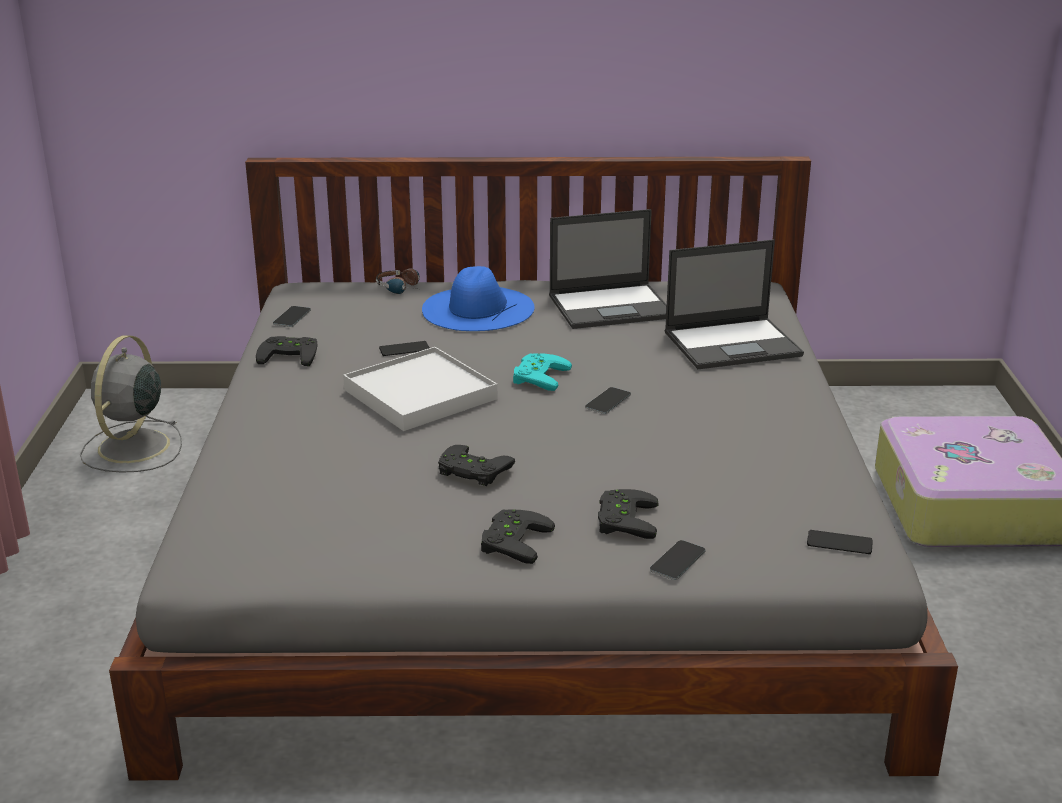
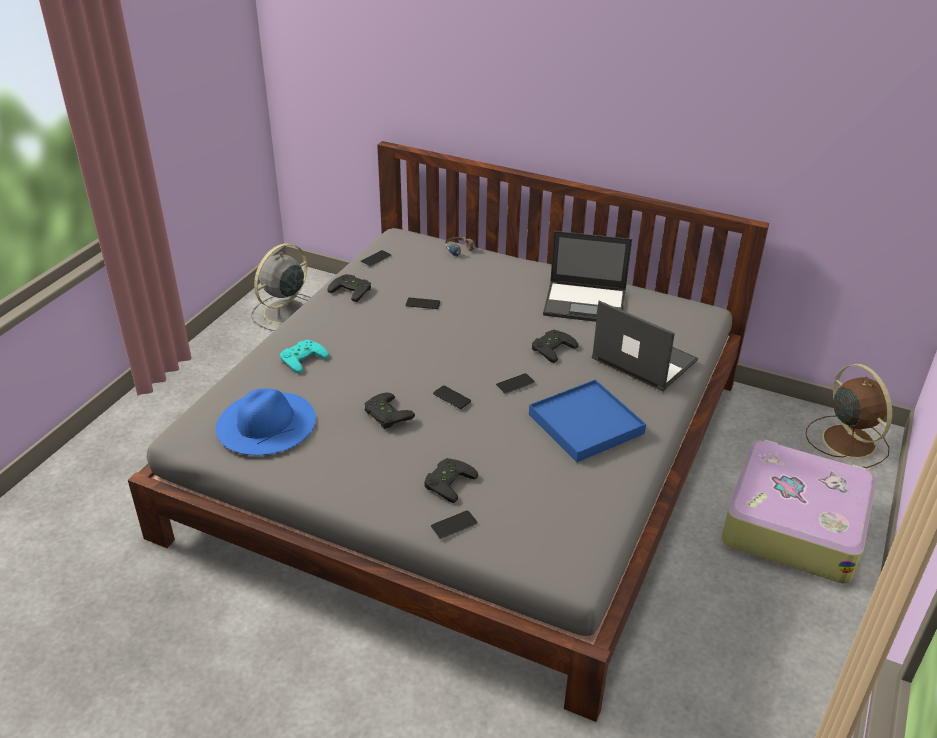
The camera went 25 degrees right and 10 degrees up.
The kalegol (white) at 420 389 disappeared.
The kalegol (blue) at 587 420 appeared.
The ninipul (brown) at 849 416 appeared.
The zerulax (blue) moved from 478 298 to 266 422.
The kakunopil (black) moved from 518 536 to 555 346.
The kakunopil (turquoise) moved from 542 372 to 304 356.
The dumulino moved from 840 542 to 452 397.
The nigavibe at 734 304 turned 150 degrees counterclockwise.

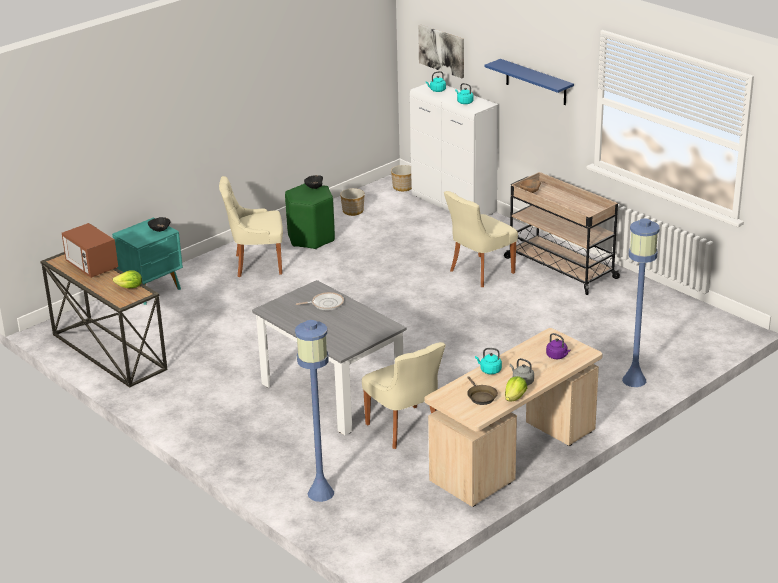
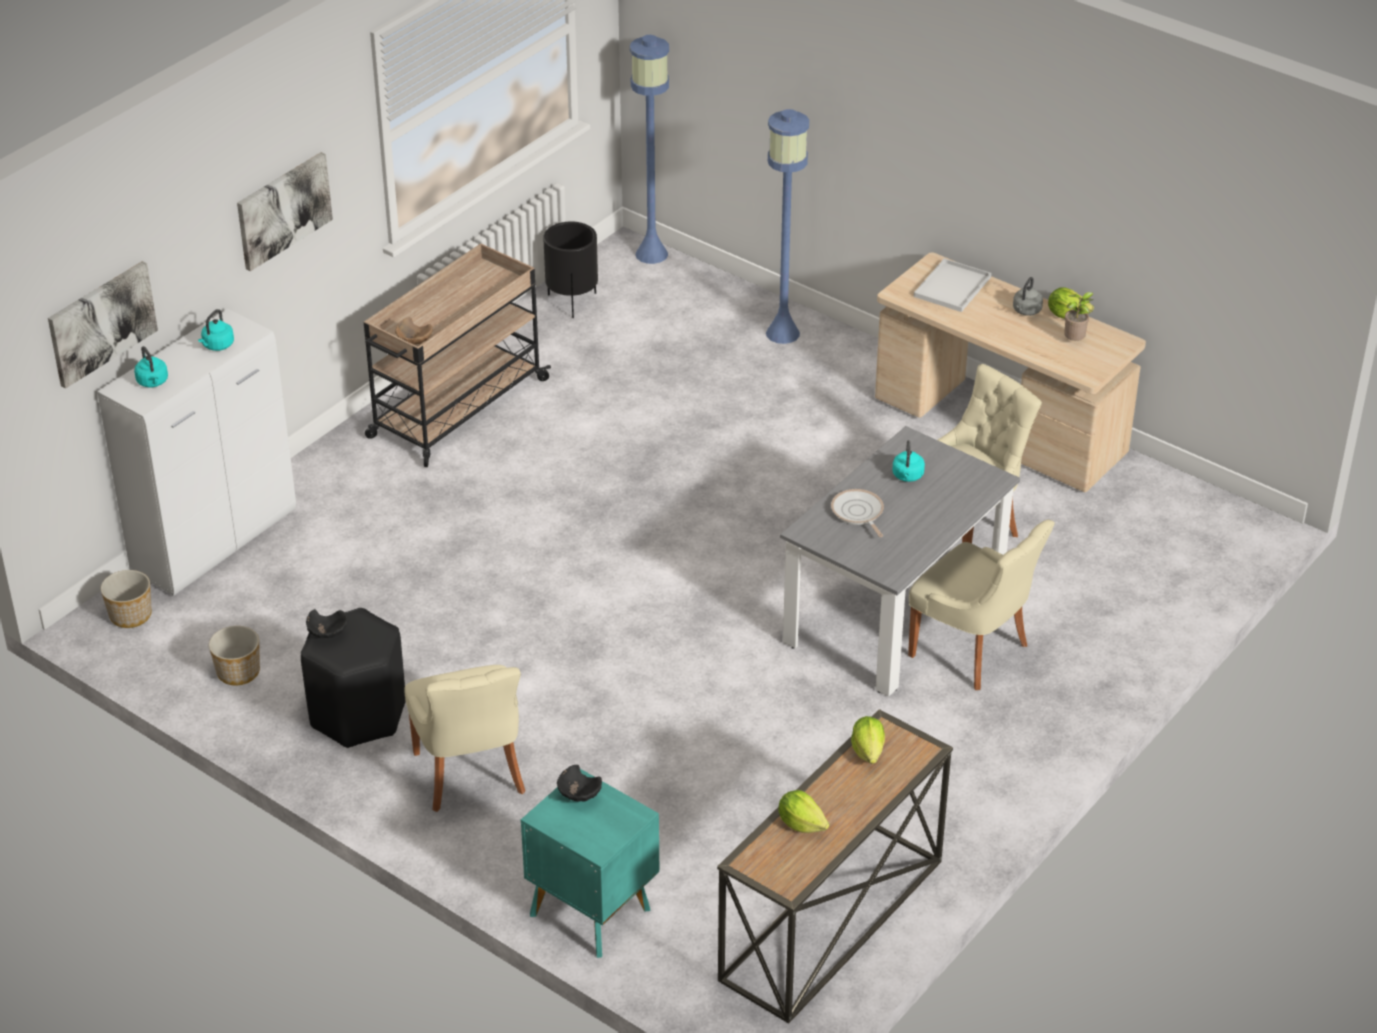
The camera went 100 degrees left and 10 degrees up.
The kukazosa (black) at 570 270 appeared.
The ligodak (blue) moved from 314 411 to 649 149.
The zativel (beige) moved from 481 239 to 981 605.
The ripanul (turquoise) moved from 488 361 to 908 461.
The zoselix at 90 250 was replaced by the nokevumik at 804 811.
The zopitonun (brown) at 482 390 was replaced by the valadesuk at 1079 316.
The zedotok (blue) at 529 82 was replaced by the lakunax at 285 211.
The ripanul (purple) at 558 346 was replaced by the kalegol (white) at 952 285.
The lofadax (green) at 310 216 became the lofadax (black) at 353 678.

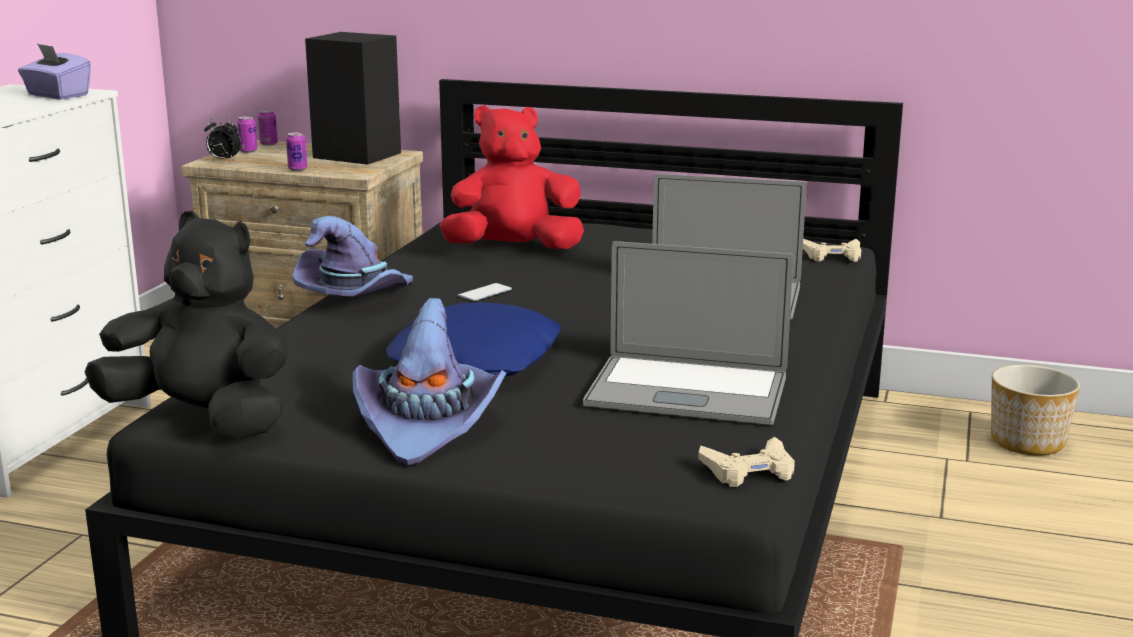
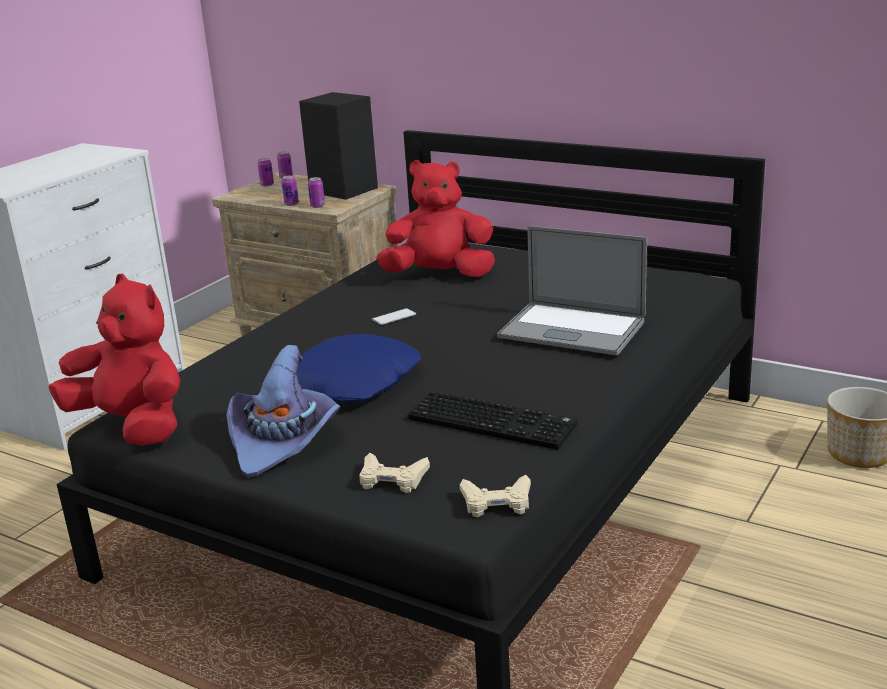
The camera went 15 degrees right and 5 degrees up.
The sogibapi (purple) at 54 71 disappeared.
The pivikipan at 222 138 disappeared.
The zerulax (purple) at 353 256 disappeared.
The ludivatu at 316 192 appeared.
The kakunopil (beige) moved from 832 250 to 394 473.
The nigavibe at 688 333 was replaced by the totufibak at 492 420.
The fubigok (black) at 186 324 became the fubigok (red) at 114 360.

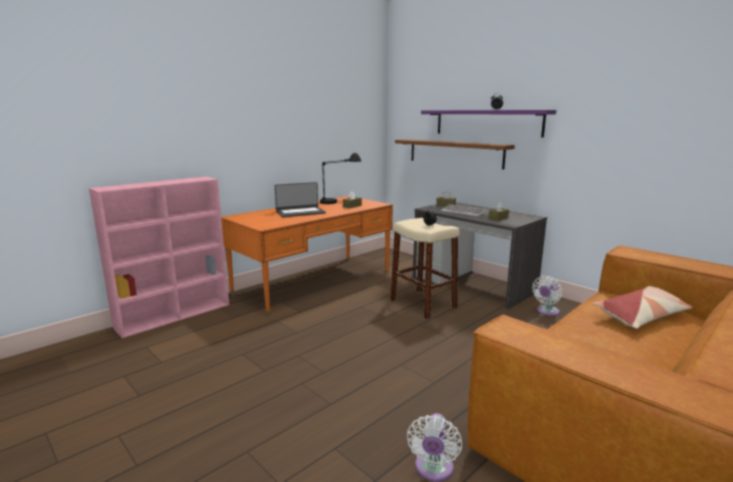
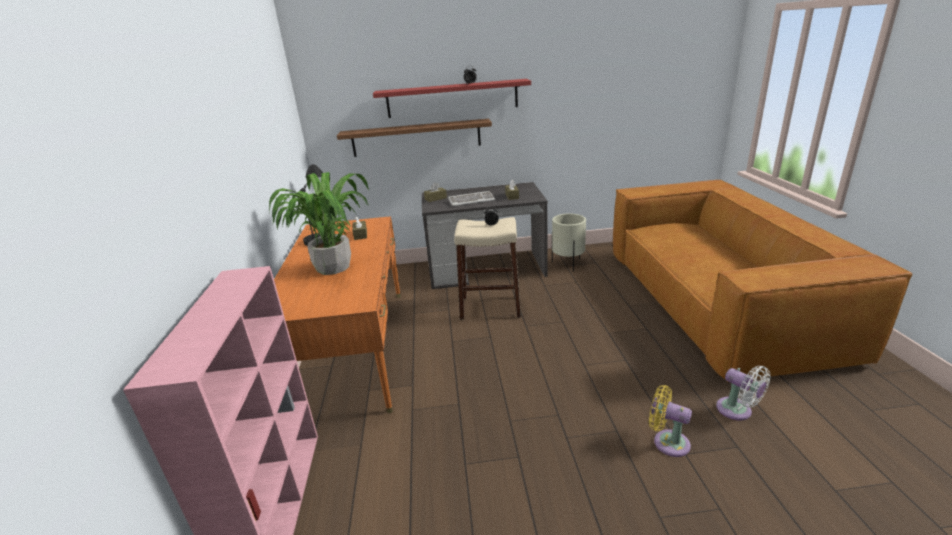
The camera went 50 degrees left and 10 degrees up.
The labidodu at 643 307 disappeared.
The ninipul (yellow) at 670 421 appeared.
The nigavibe at 300 199 was replaced by the valadesuk at 319 223.
The ninipul (white) at 547 296 was replaced by the kukazosa (beige) at 569 242.
The zedotok (purple) at 488 124 became the zedotok (red) at 452 98.

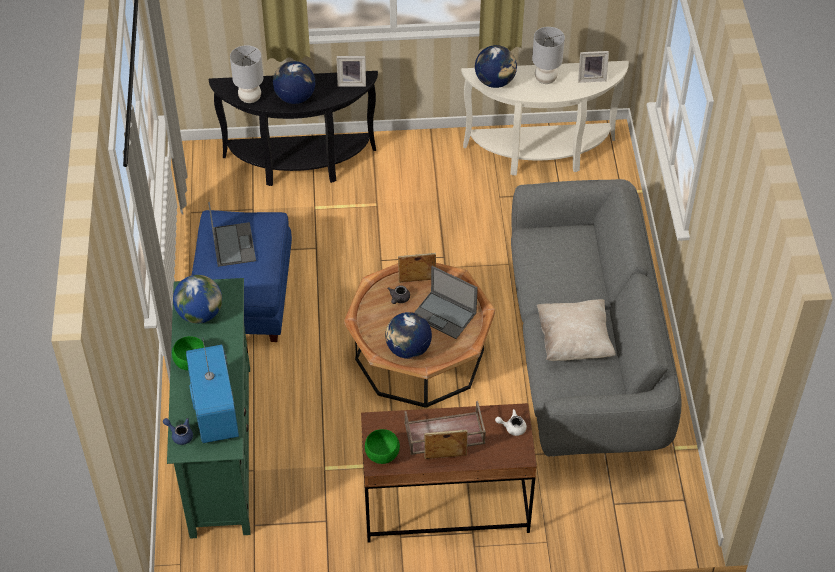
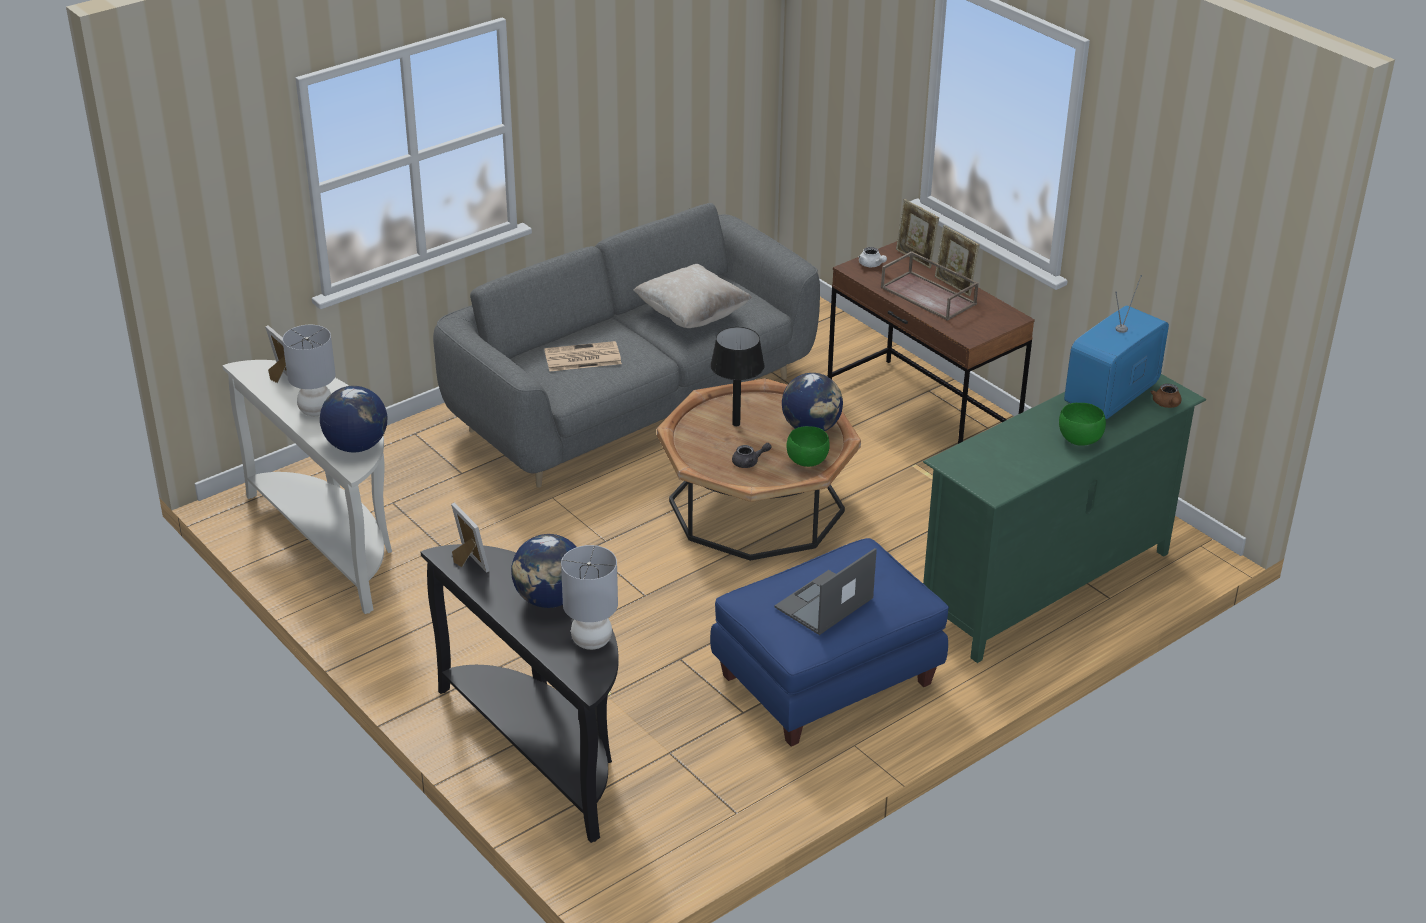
The camera went 125 degrees left and 15 degrees down.
The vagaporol at 197 299 disappeared.
The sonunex at 583 356 appeared.
The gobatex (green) moved from 382 446 to 808 446.
The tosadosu moved from 417 268 to 917 233.
The nigavibe at 446 302 was replaced by the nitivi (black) at 737 377.
The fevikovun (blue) at 178 431 became the fevikovun (brown) at 1166 396.

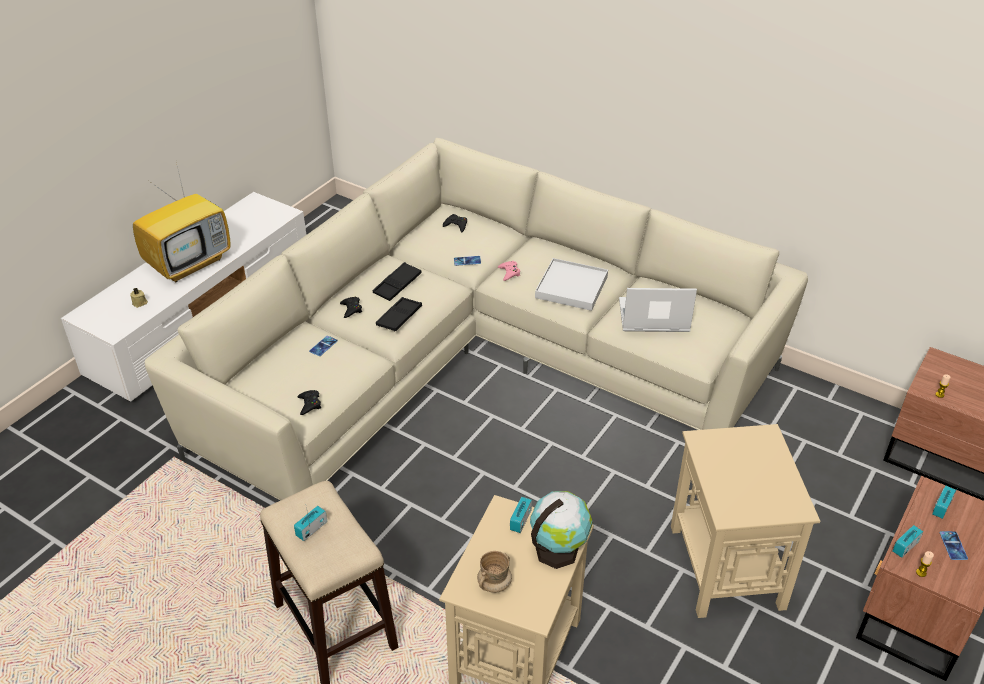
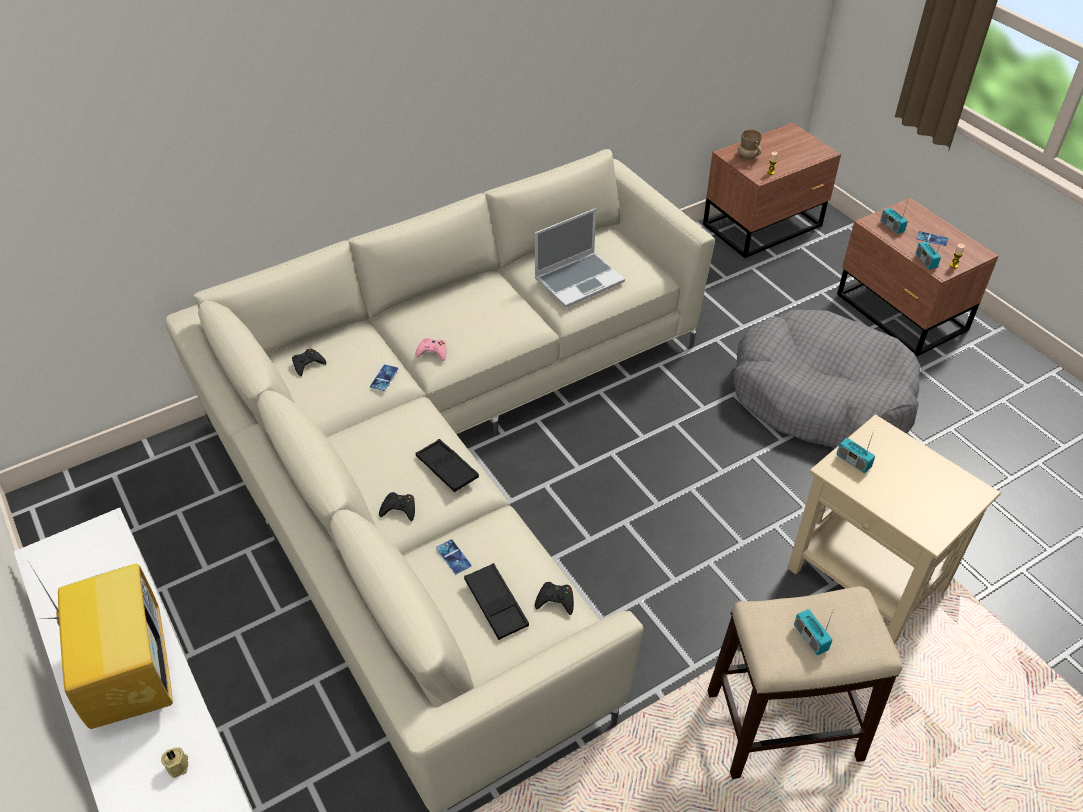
The camera went 65 degrees left and 5 degrees up.
The vagaporol at 561 530 disappeared.
The kalegol (white) at 571 284 disappeared.
The kalegol (black) moved from 397 281 to 496 601.
The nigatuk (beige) moved from 494 572 to 749 144.
The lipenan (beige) at 745 521 was replaced by the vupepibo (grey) at 827 379.
The nigavibe at 658 310 turned 150 degrees counterclockwise.

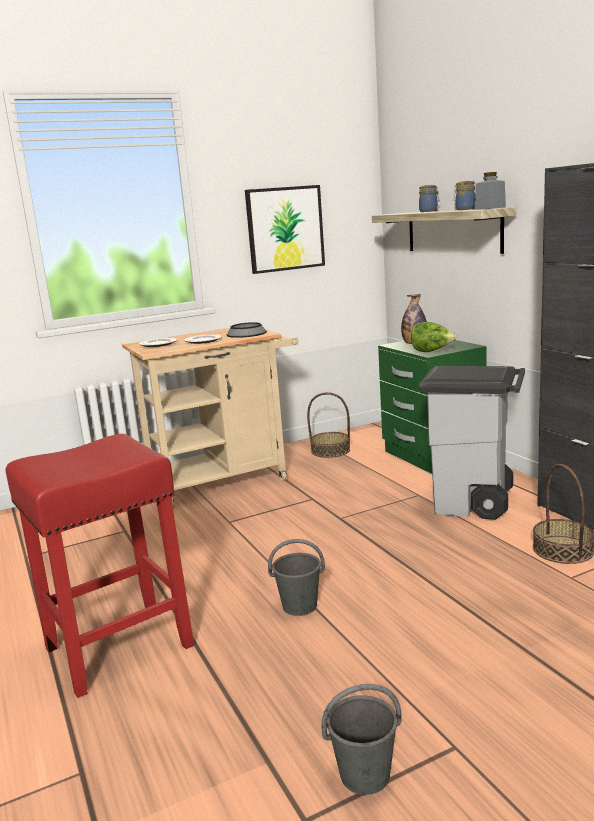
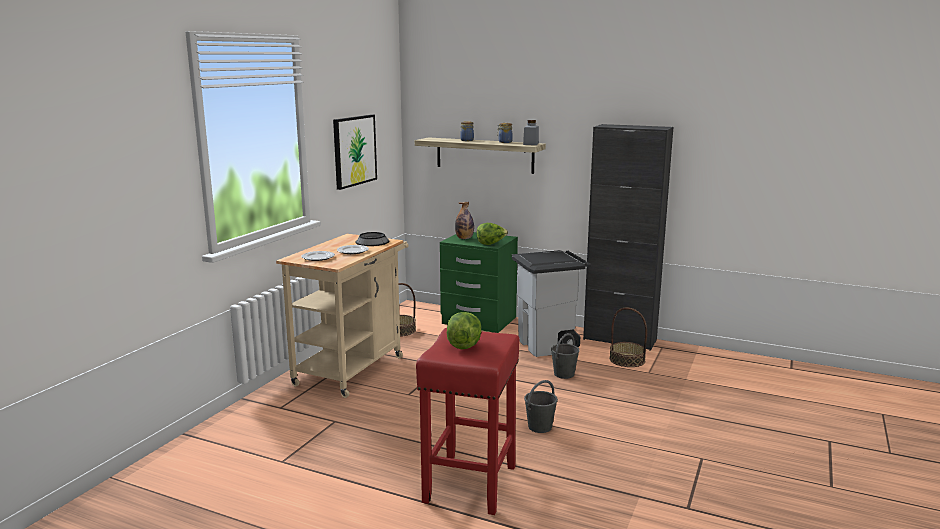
The camera went 40 degrees left and 0 degrees up.
The nokevumik at 464 330 appeared.
The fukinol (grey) moved from 362 739 to 565 356.

